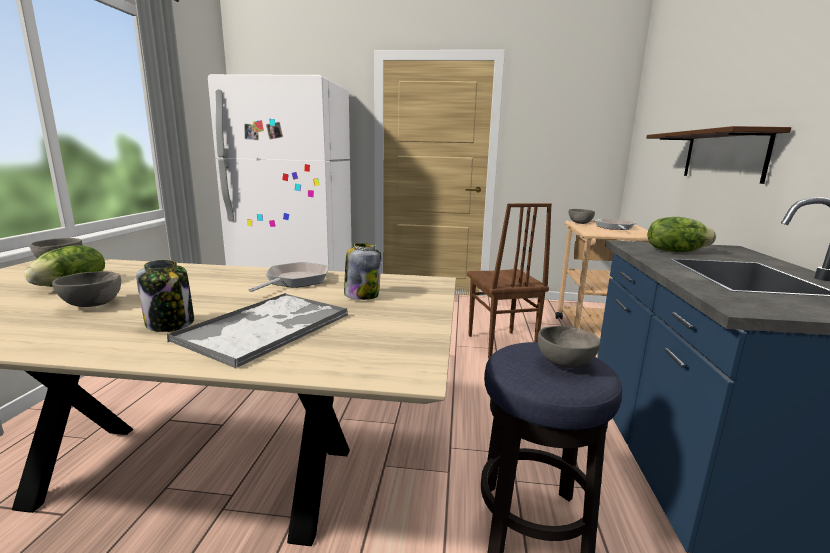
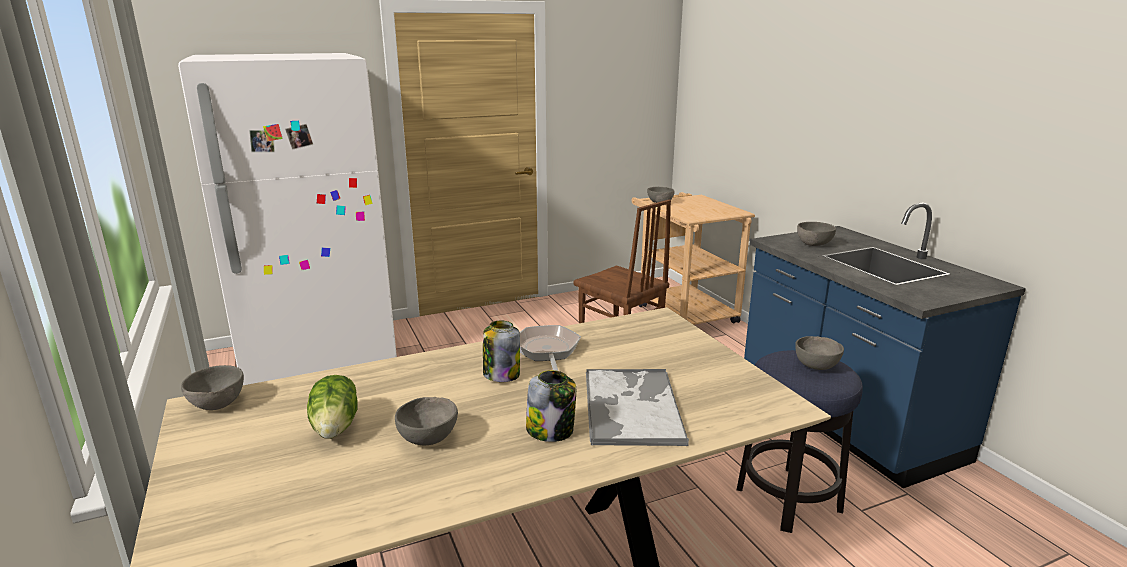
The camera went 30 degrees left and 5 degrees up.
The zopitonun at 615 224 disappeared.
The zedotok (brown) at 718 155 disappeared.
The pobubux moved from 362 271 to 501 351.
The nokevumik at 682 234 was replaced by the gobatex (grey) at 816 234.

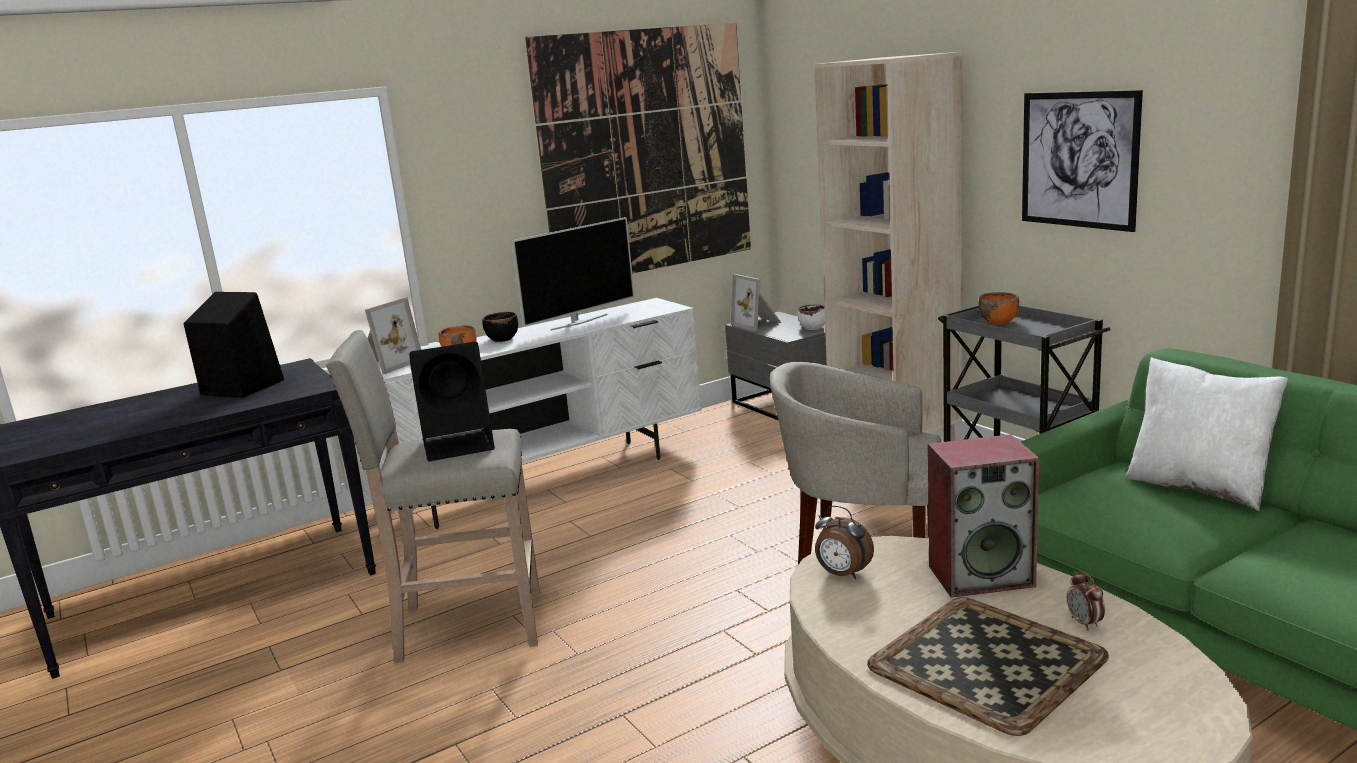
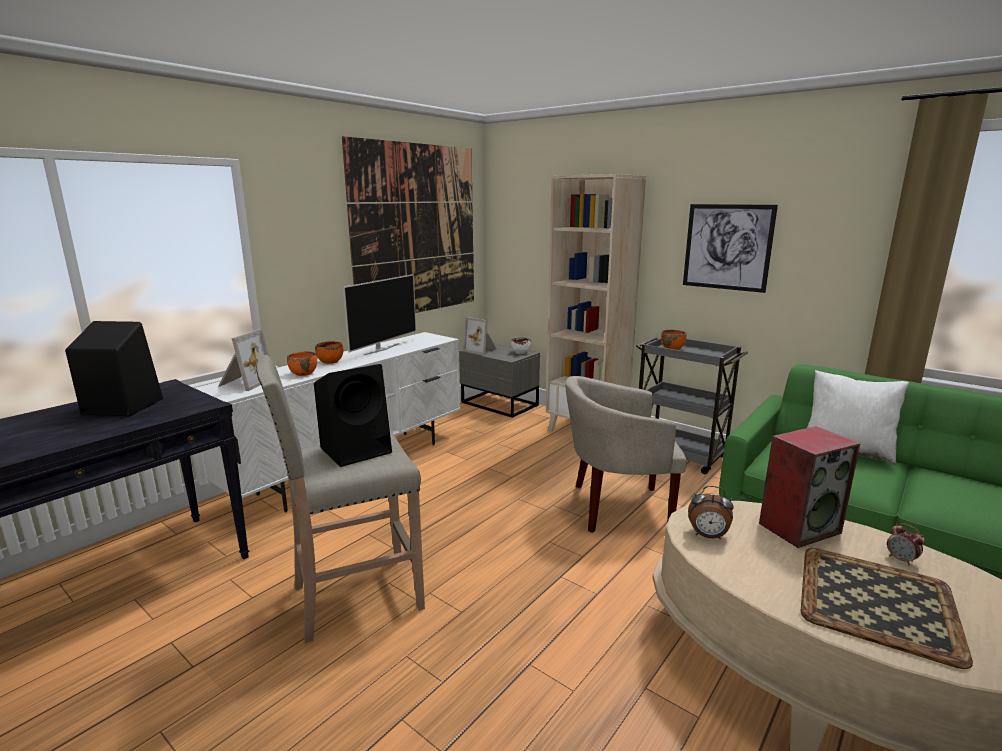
The camera went 20 degrees left and 0 degrees up.
The gobatex (black) at 500 327 became the gobatex (orange) at 329 352.

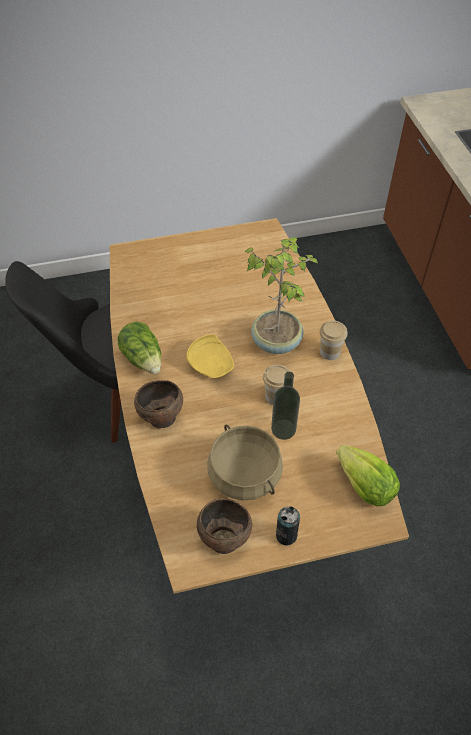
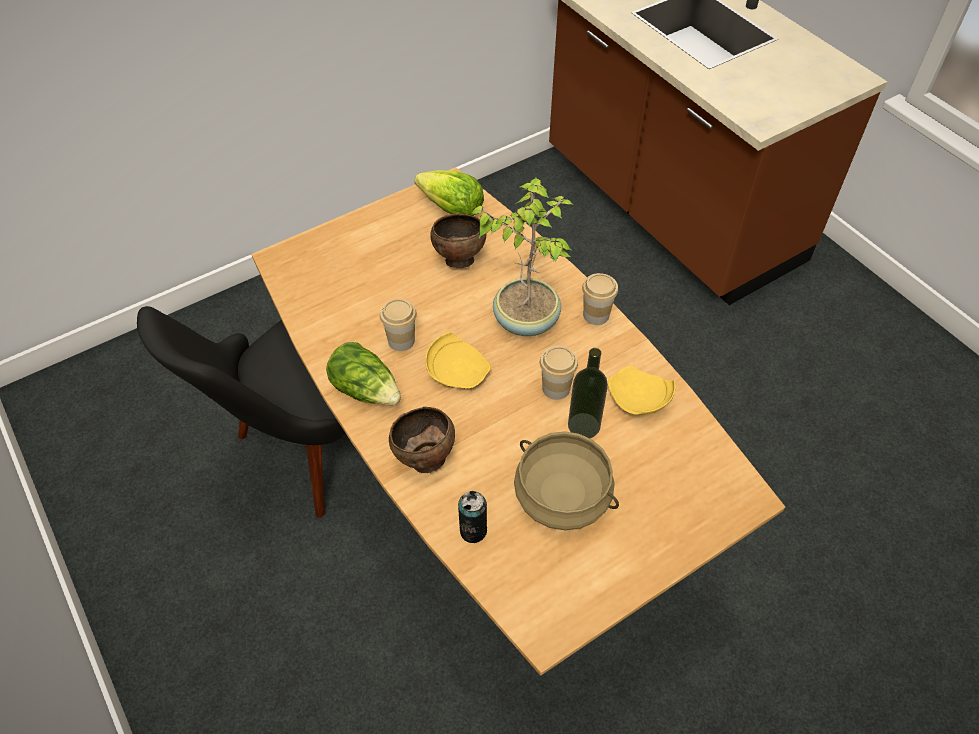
The camera went 20 degrees left and 0 degrees up.
The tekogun at 398 325 appeared.
The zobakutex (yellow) at 642 390 appeared.
The gobatex (brown) moved from 224 526 to 458 240.
The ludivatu moved from 288 525 to 472 517.
The nokevumik moved from 368 475 to 449 193.

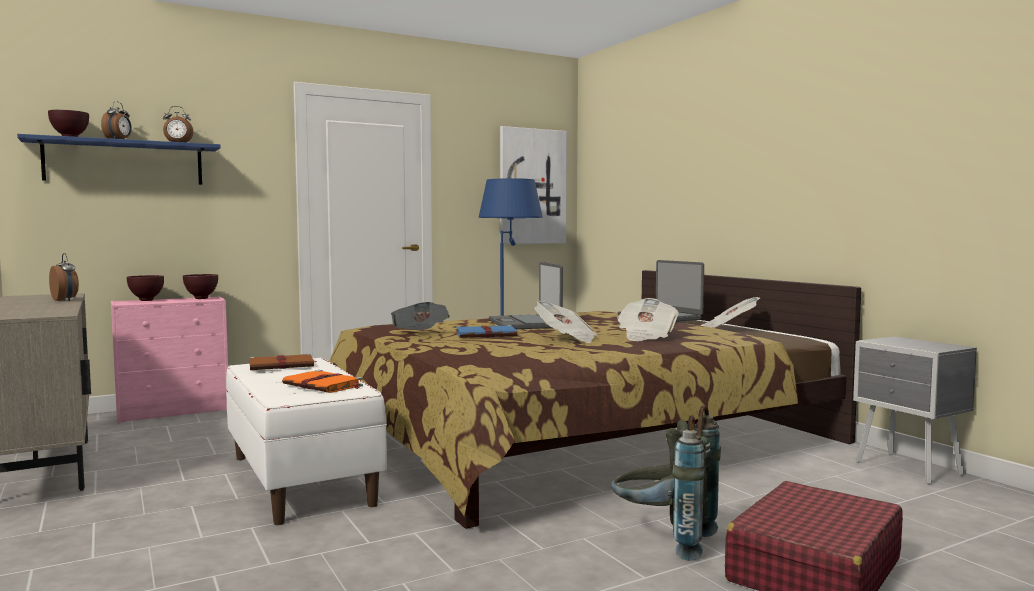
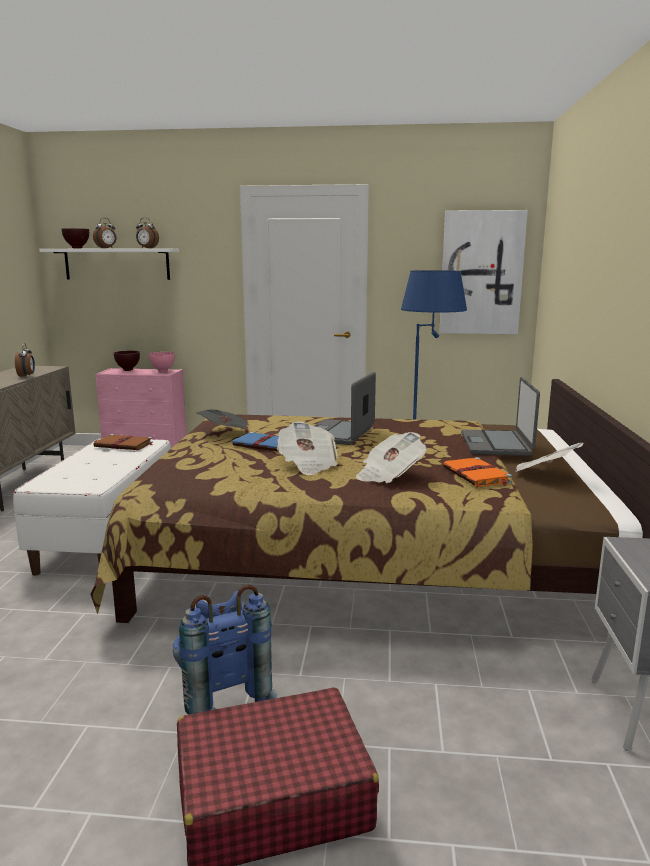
The camera went 35 degrees right and 10 degrees up.
The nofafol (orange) moved from 322 381 to 477 472.
The zedotok (blue) at 119 159 became the zedotok (white) at 109 264.
The gobatex (brown) at 200 286 became the gobatex (pink) at 162 362.
The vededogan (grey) at 666 483 became the vededogan (blue) at 225 650.

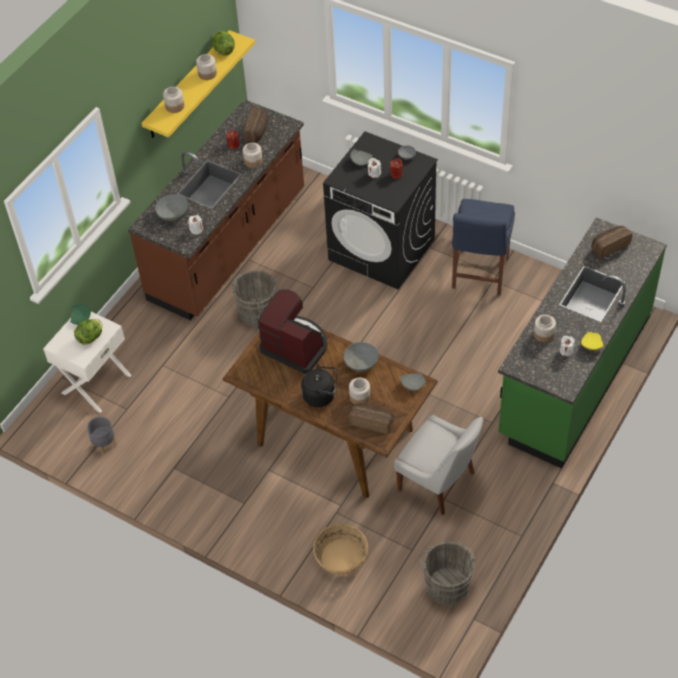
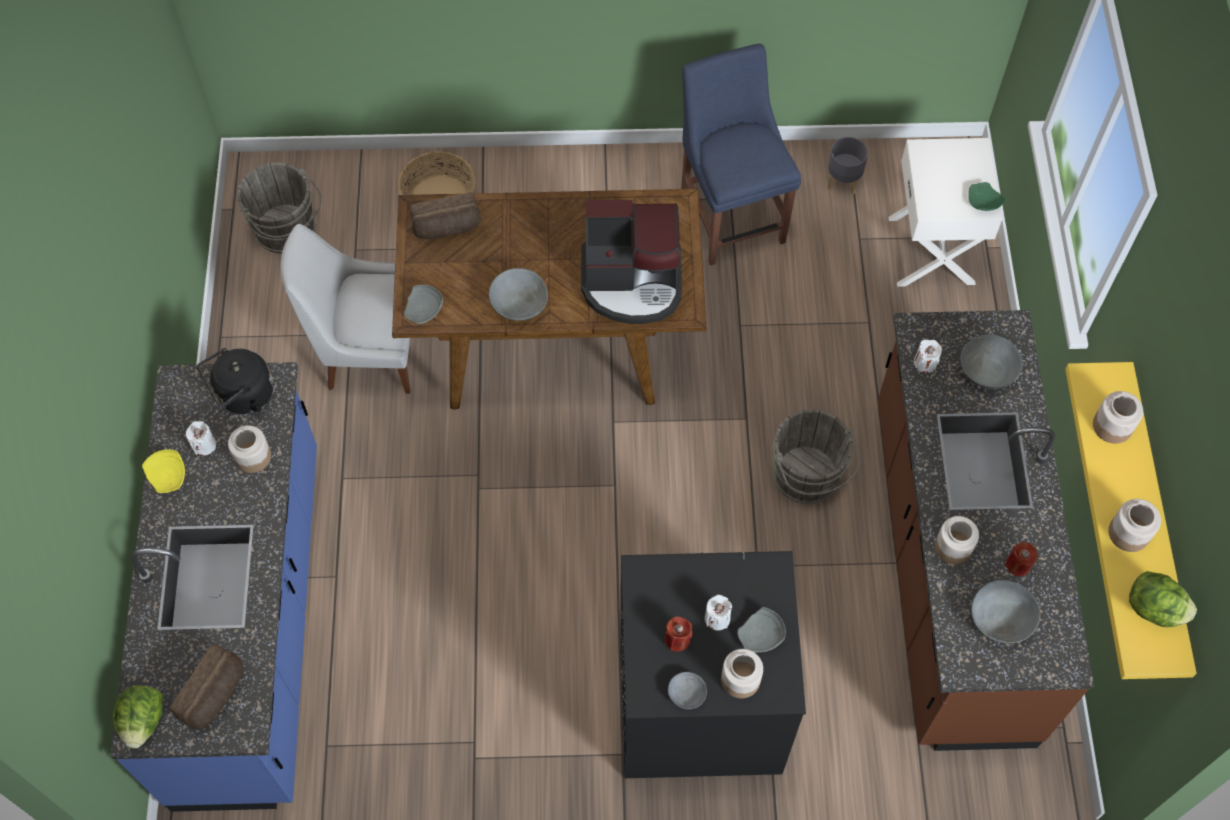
The camera went 145 degrees right and 10 degrees up.
The nokevumik moved from 88 331 to 138 717.
The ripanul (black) moved from 319 385 to 235 381.
The pobubux moved from 359 391 to 742 673.
The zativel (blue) moved from 483 247 to 741 155.
The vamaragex at 256 125 was replaced by the gobatex (grey) at 1005 611.
The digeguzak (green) at 582 343 became the digeguzak (blue) at 213 587.

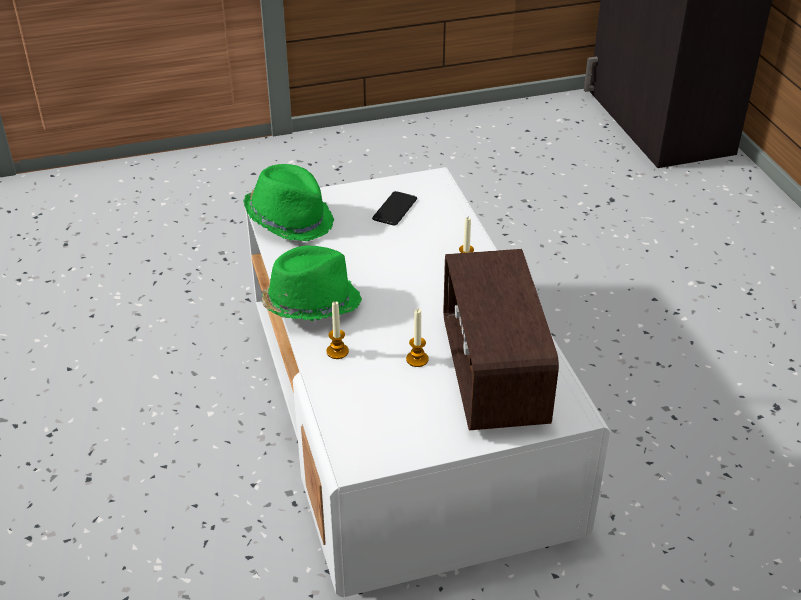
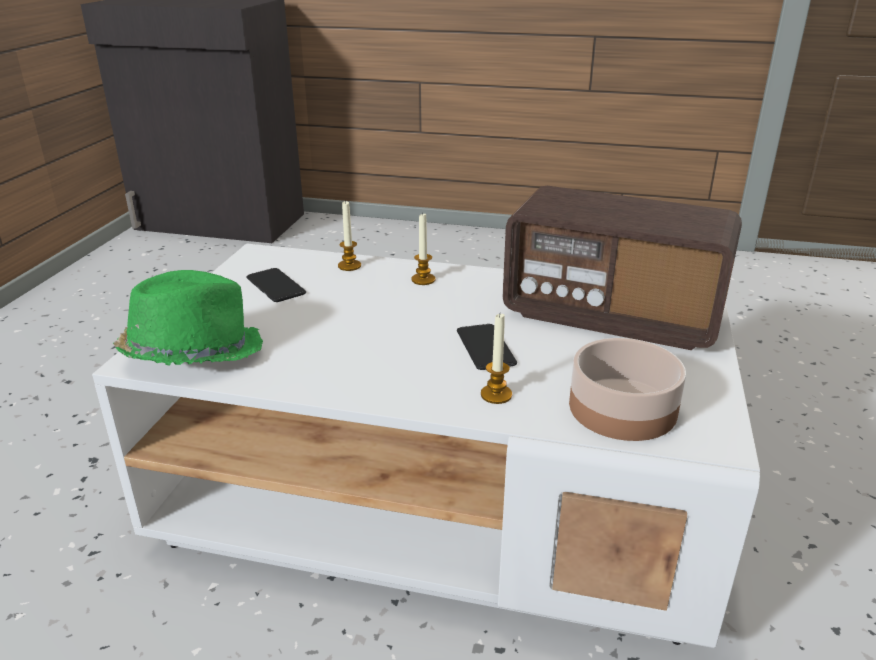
The camera went 60 degrees left and 10 degrees down.
The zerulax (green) at 312 283 disappeared.
The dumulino at 487 347 appeared.
The gobatex at 627 389 appeared.
The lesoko moved from 417 337 to 349 235.

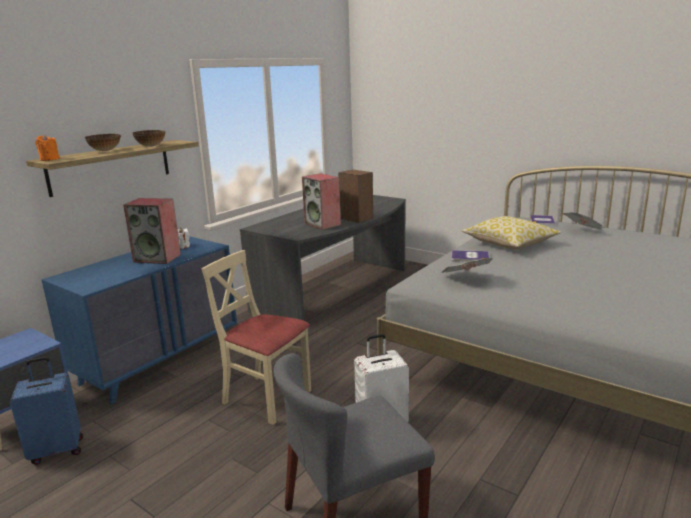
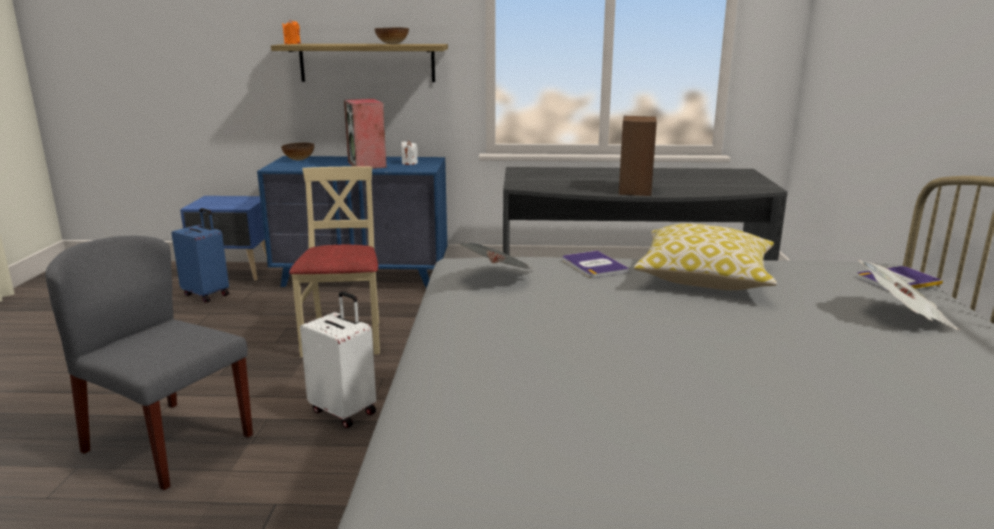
The camera went 55 degrees right and 0 degrees up.
The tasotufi at 321 201 disappeared.
The gobatex moved from 103 142 to 297 152.

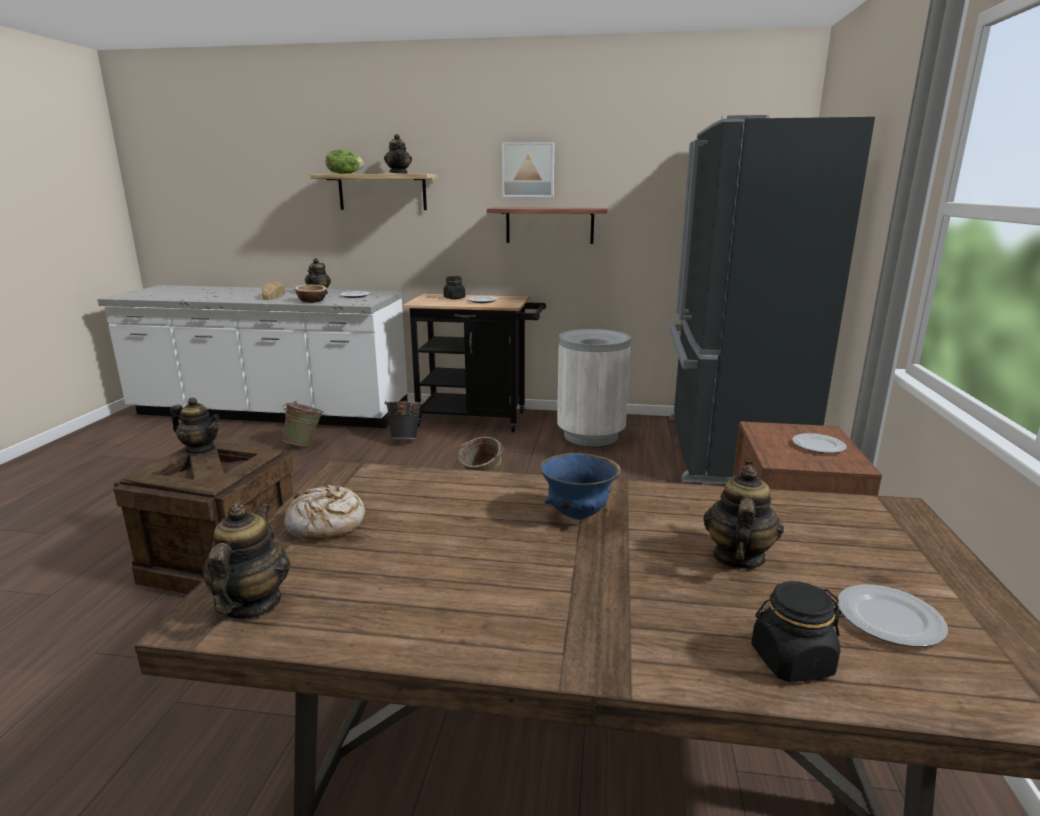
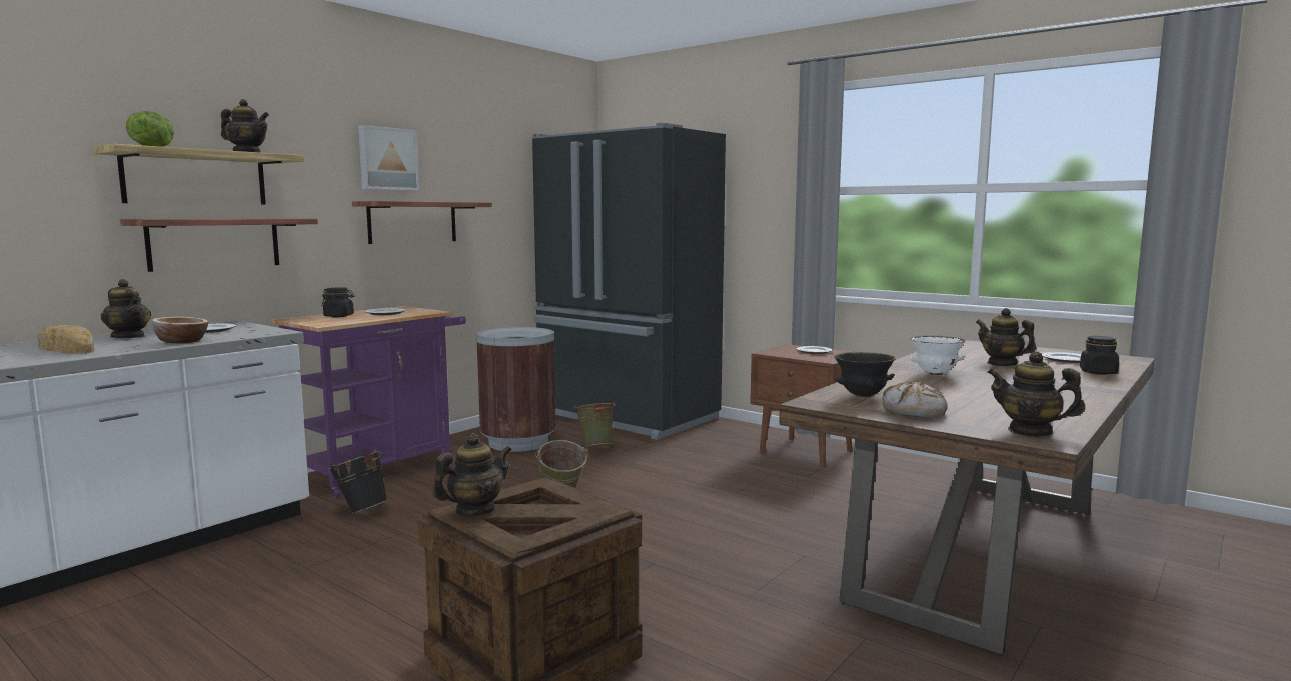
The camera went 60 degrees left and 10 degrees down.
The zedotok at 219 245 appeared.
The gobatex (black) at 865 374 appeared.
The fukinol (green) moved from 302 423 to 595 425.
The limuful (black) at 474 363 became the limuful (purple) at 368 402.
The gobatex (blue) at 580 486 became the gobatex (white) at 938 355.
The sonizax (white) at 594 387 became the sonizax (brown) at 516 389.

